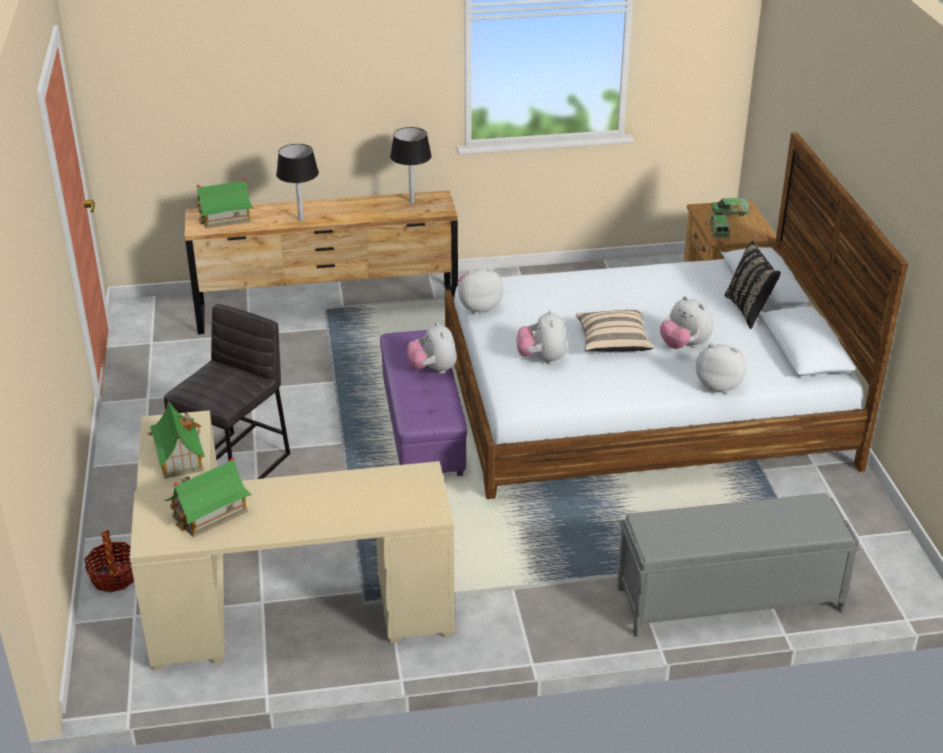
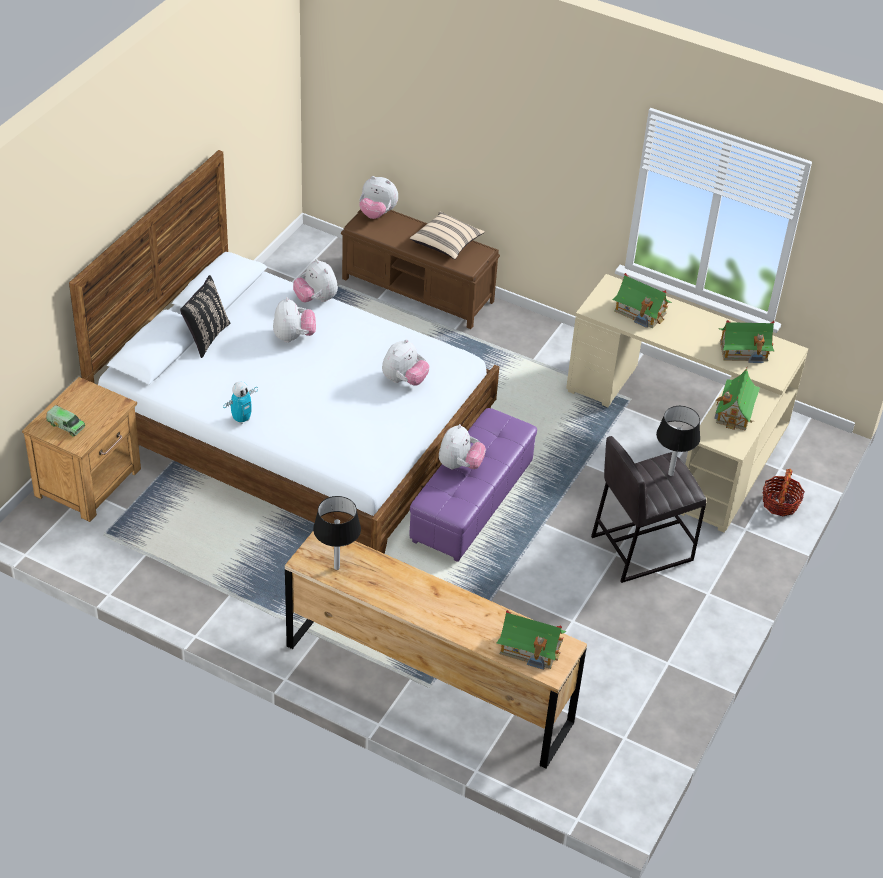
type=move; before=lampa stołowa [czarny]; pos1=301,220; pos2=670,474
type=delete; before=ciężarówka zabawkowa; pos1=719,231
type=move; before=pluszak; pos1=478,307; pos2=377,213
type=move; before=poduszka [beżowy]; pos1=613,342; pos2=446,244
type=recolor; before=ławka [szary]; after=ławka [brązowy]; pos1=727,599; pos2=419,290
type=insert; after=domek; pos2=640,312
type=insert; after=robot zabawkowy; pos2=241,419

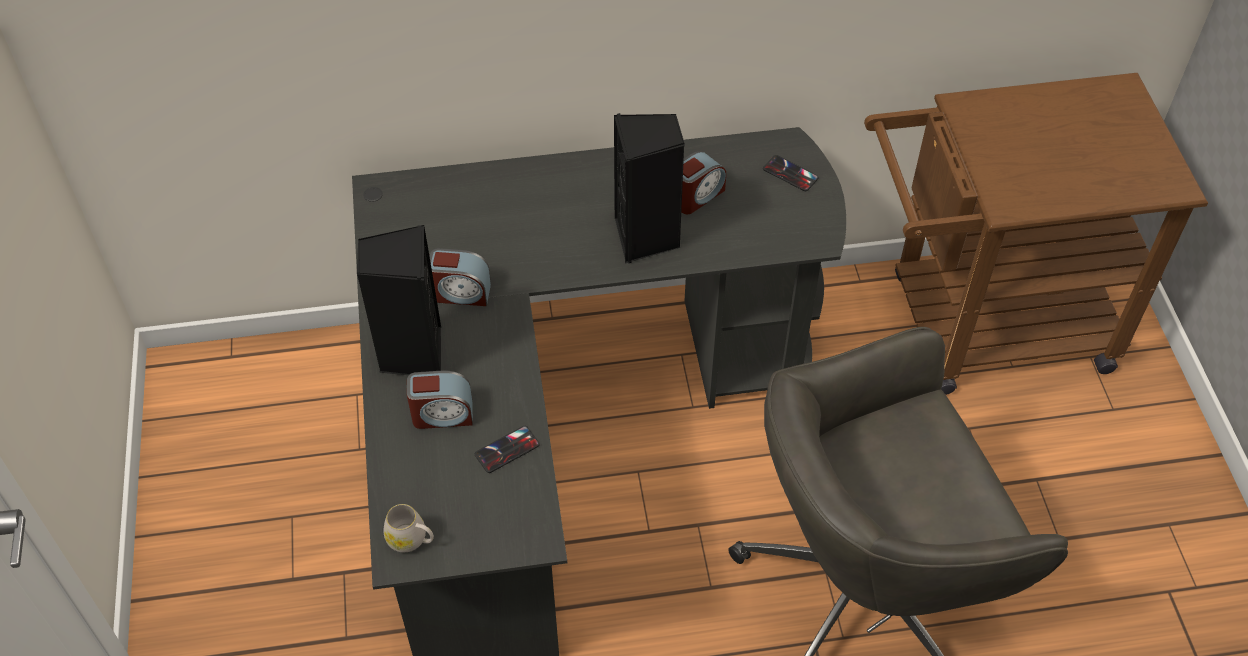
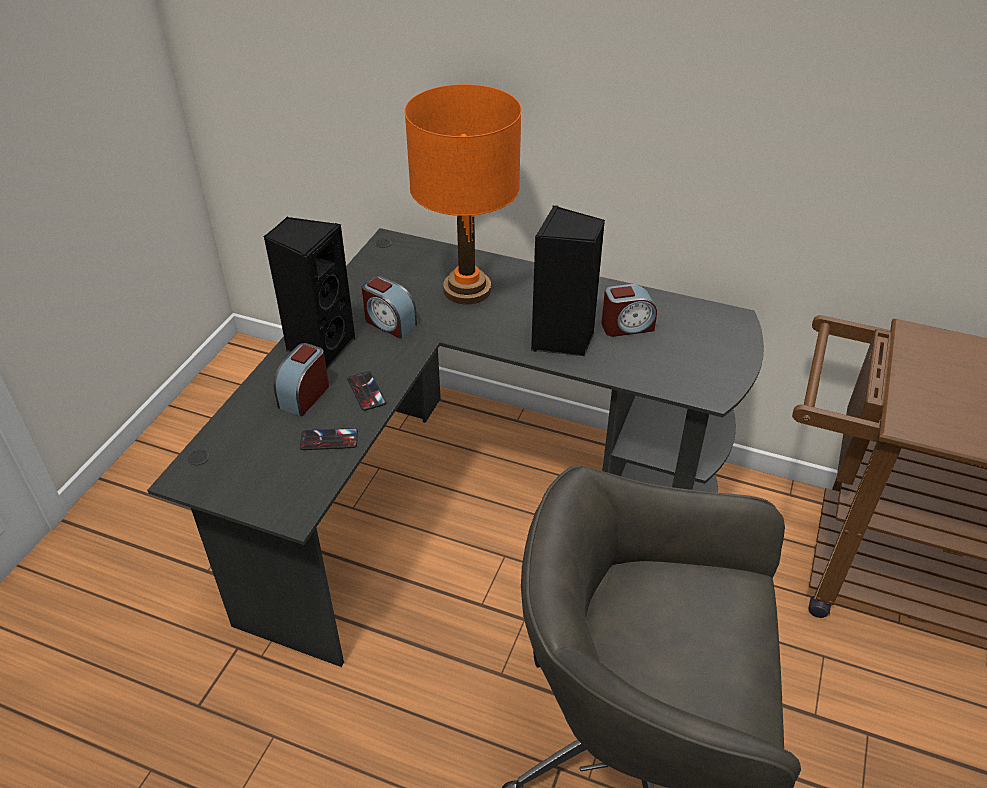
type=move; before=telefon; pos1=790,173; pos2=366,391
type=rotate; before=budzik; pos1=442,414; pos2=304,395; turn=90
type=delete; before=kubek [biały]; pos1=411,540
type=insert; after=lampa stołowa [pomarańczowy]; pos2=466,290

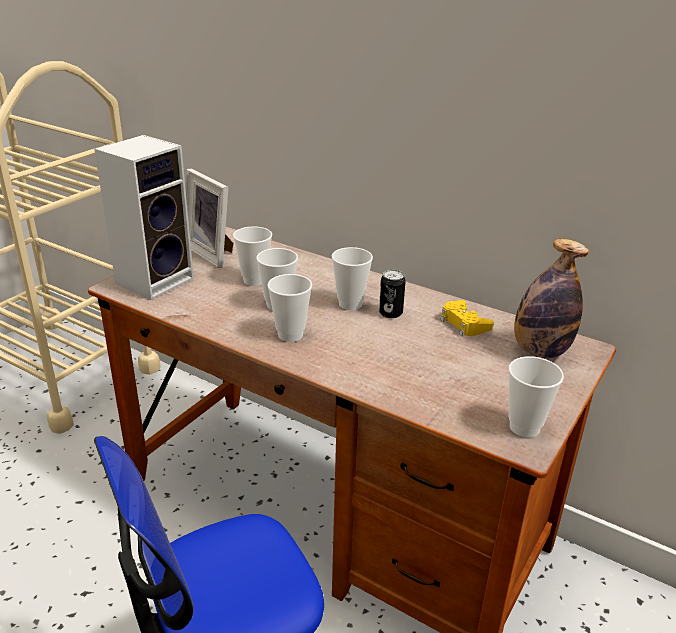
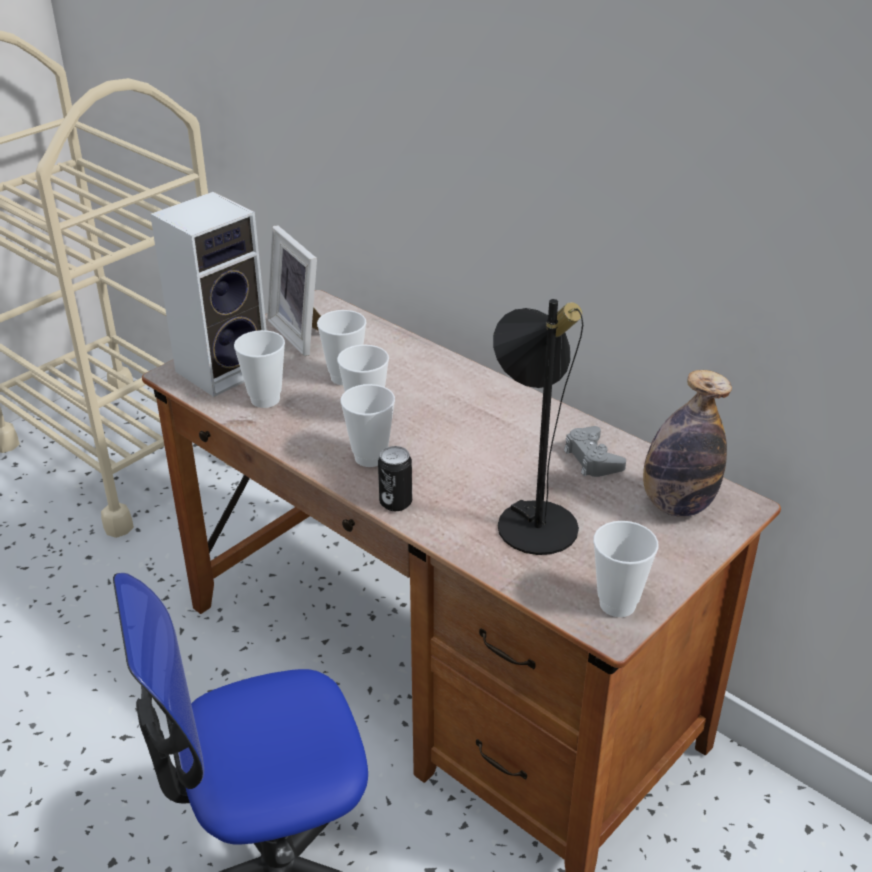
type=move; before=filiżanka; pos1=350,304; pos2=265,399
type=move; before=puszka; pos1=390,313; pos2=395,502
type=recolor; before=pad do gier [żółty]; after=pad do gier [szary]; pos1=464,324; pos2=592,458
type=insert; after=lampa stołowa [czarny]; pos2=533,517

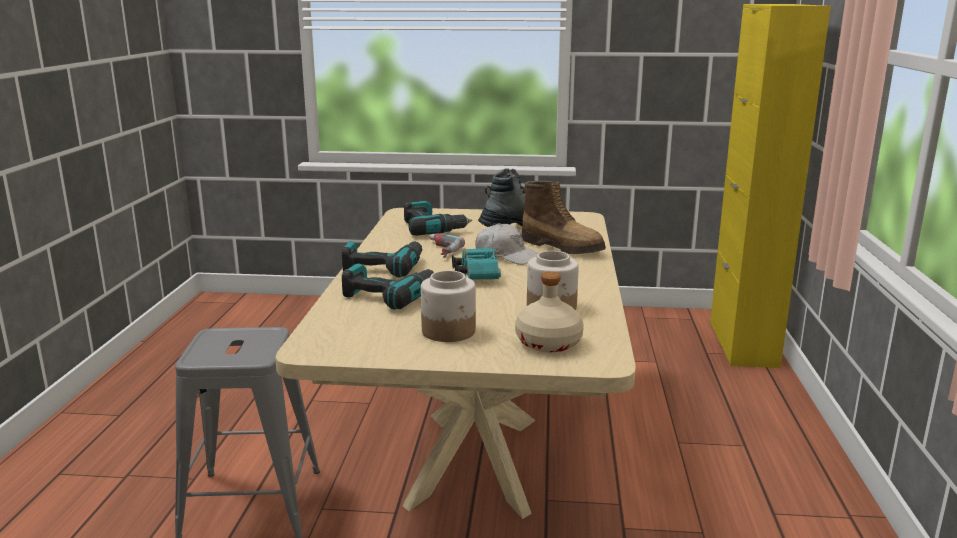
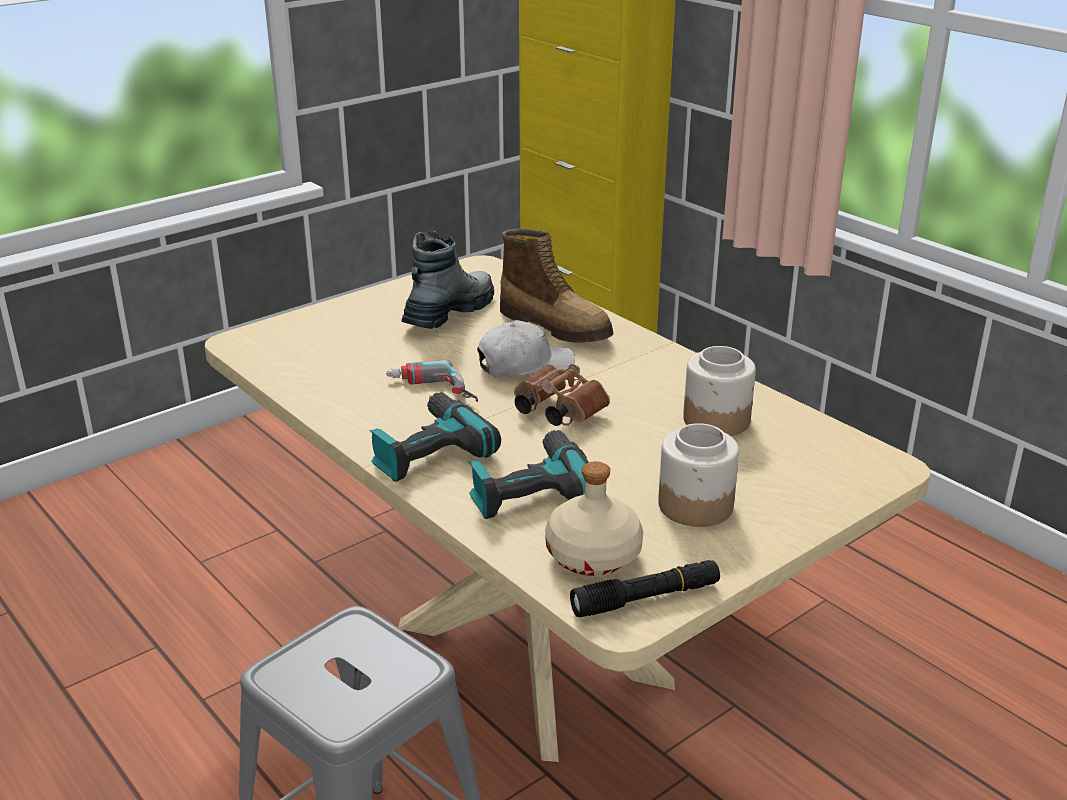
type=rotate; before=but z cholewką; pos1=563,247; pos2=556,326; turn=45
type=delete; before=wiertarka; pos1=432,228
type=recolor; before=lornetka [turkusowy]; after=lornetka [brązowy]; pos1=476,275; pos2=556,411
type=move; before=butelka [beżowy]; pos1=548,343; pos2=593,556
type=insert; after=latarka [czarny]; pos2=646,599

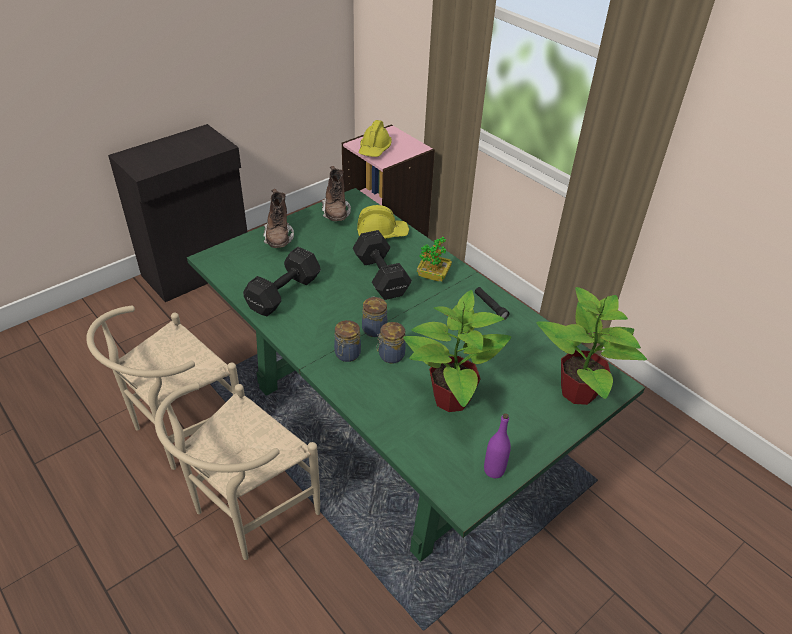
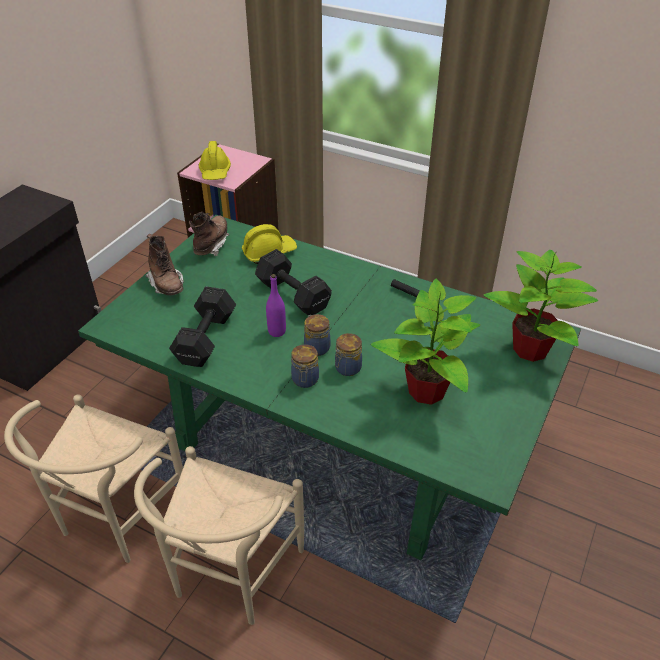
type=rotate; before=but z cholewką [brązowy]; pos1=336,213; pos2=211,244; turn=-135
type=delete; before=roślina doniczkowa; pos1=433,276
type=move; before=butelka [fioletowy]; pos1=494,470; pos2=277,331

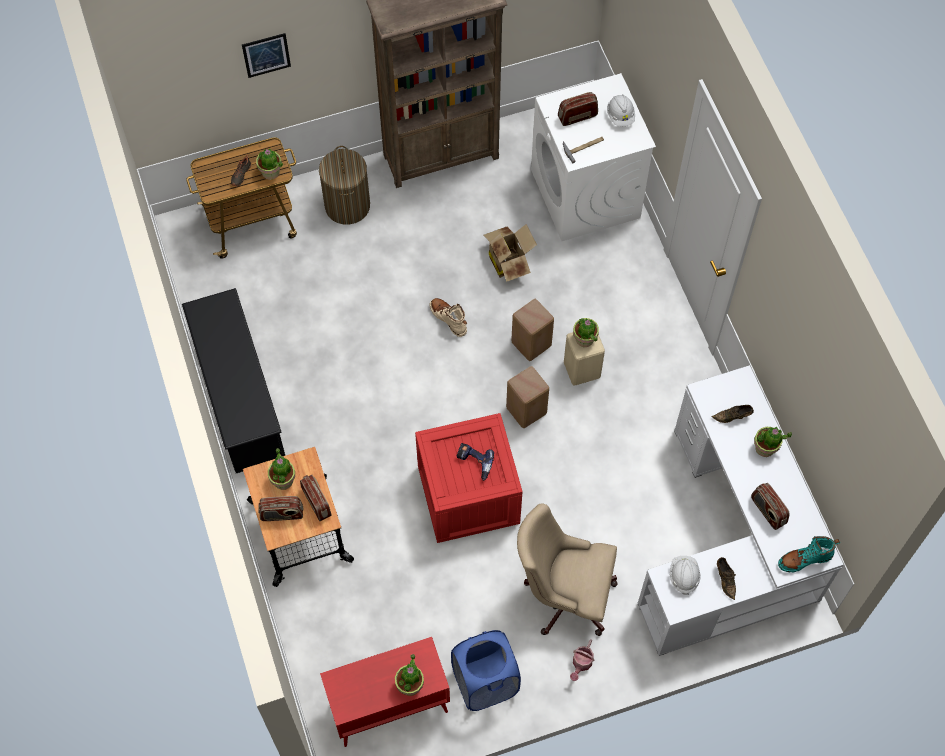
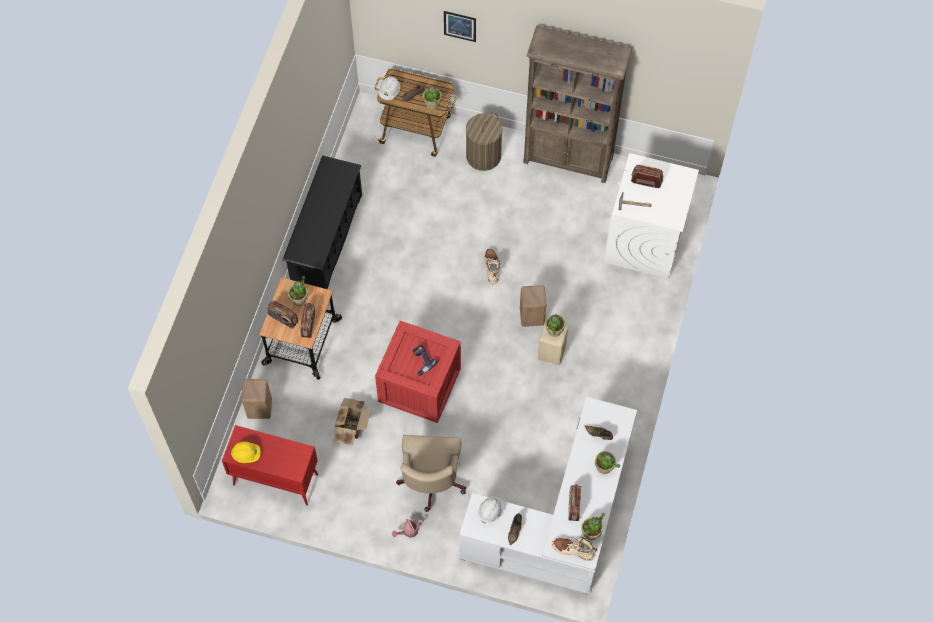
type=move; before=kask [biały]; pos1=620,116; pos2=389,92
type=move; before=karton; pos1=508,261; pos2=352,427
type=move; before=stołek [beżowy]; pos1=526,409; pos2=260,407
type=rotate; before=krzesło biurowe [beżowy]; pos1=564,594; pos2=431,483; turn=-135
type=recolor; before=but z cholewką [turkusowy]; after=but z cholewką [beżowy]; pos1=805,559; pos2=573,550
type=delete; before=kosz na pranie [niebieski]; pos1=485,683
type=move; before=roślina doniczkowa; pos1=410,685; pos2=591,532
type=insert; after=kask [żółty]; pos2=246,454

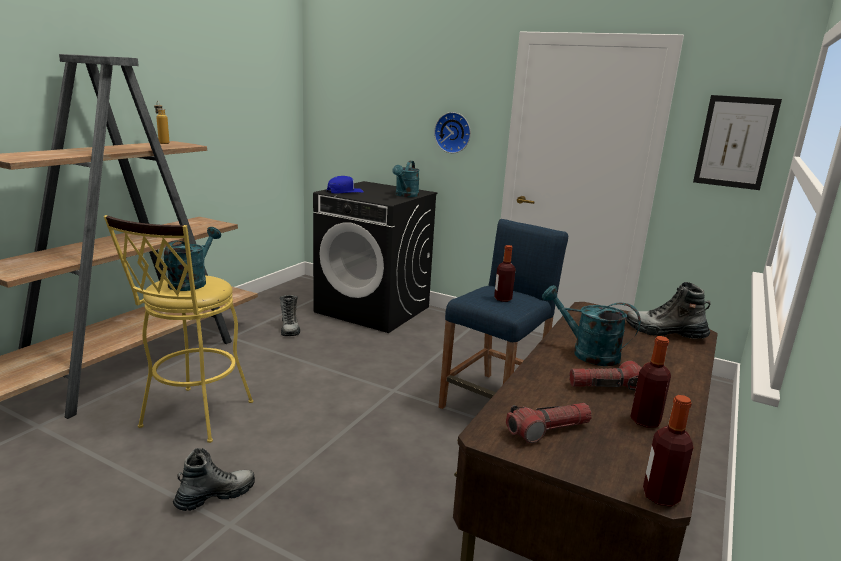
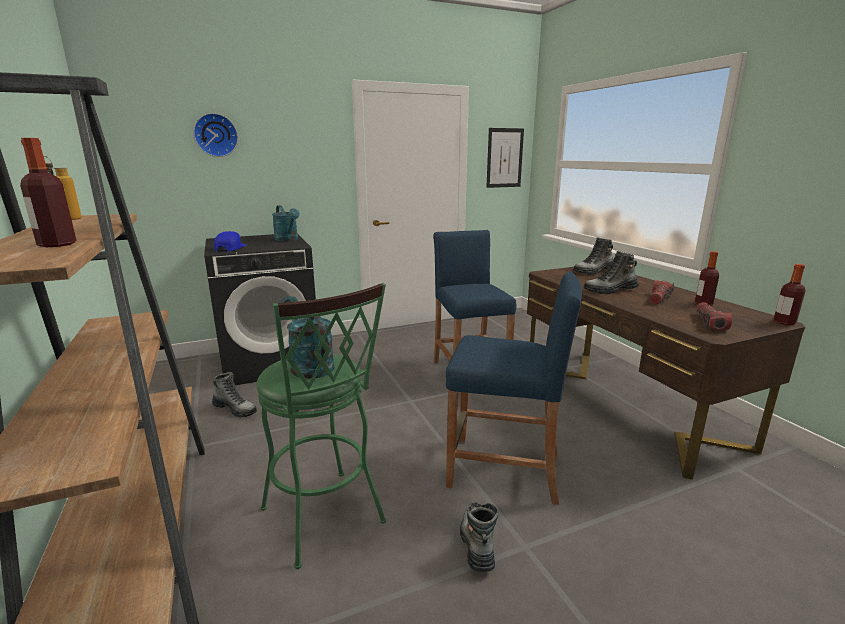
type=move; before=zegar ścienny; pos1=453,132; pos2=216,135
type=recolor; before=stołek [żółty]; after=stołek [zielony]; pos1=192,418; pos2=326,521
type=move; before=butelka; pos1=502,299; pos2=57,244
type=replace; before=konewka [turkusowy]; after=but z cholewką; pos1=587,353; pos2=610,290
type=insert; after=stołek [niebieski]; pos2=504,469

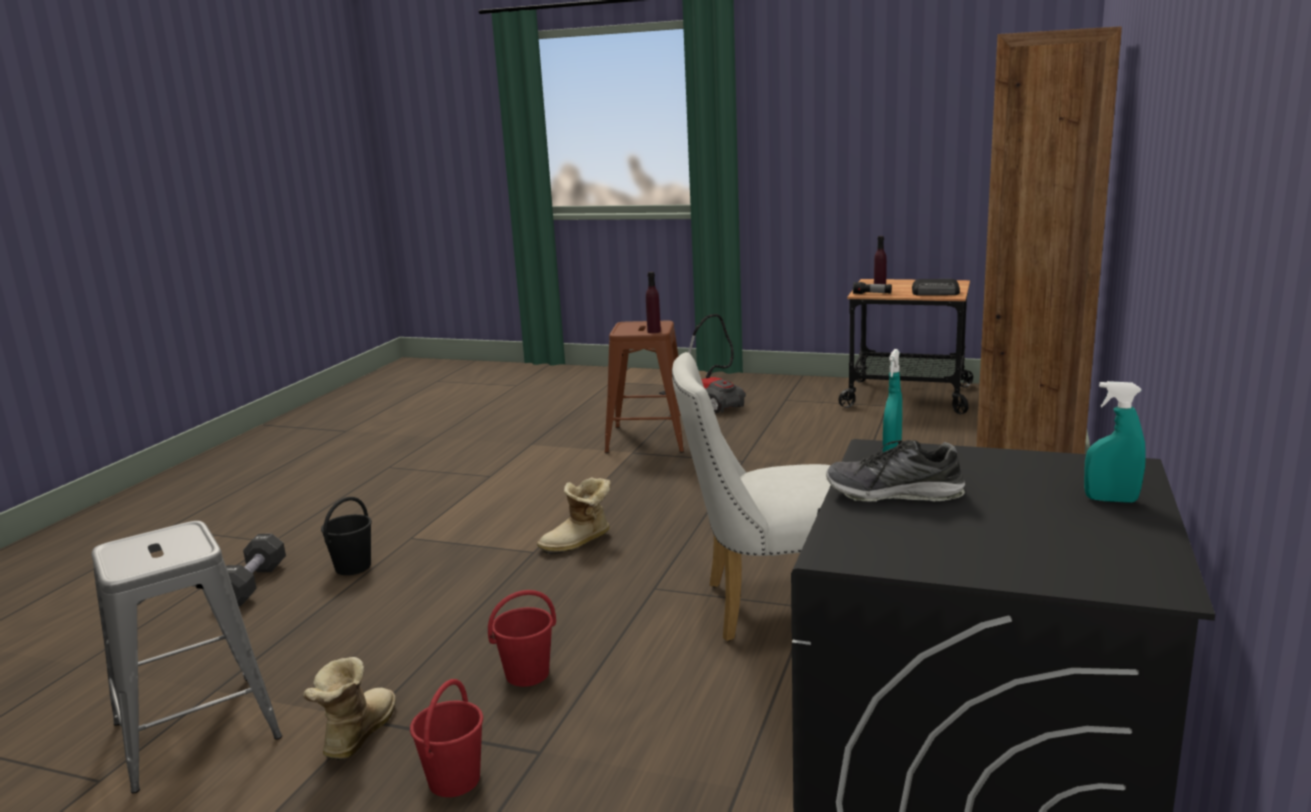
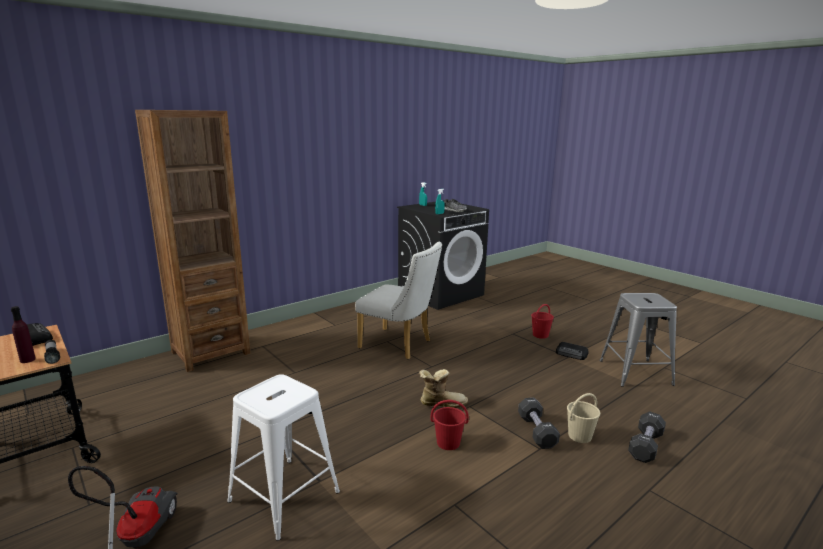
type=delete; before=butelka [fioletowy]; pos1=654,331
type=recolor; before=stołek [brązowy]; after=stołek [biały]; pos1=648,439; pos2=284,496
type=recolor; before=wiadro [czarny]; after=wiadro [beżowy]; pos1=353,567; pos2=579,436
type=move; before=wiadro [czerwony]; pos1=526,674; pos2=448,443
type=replace; before=but z cholewką; after=radio; pos1=355,734; pos2=572,354
type=insert; after=hantel [czarny]; pos2=536,431

